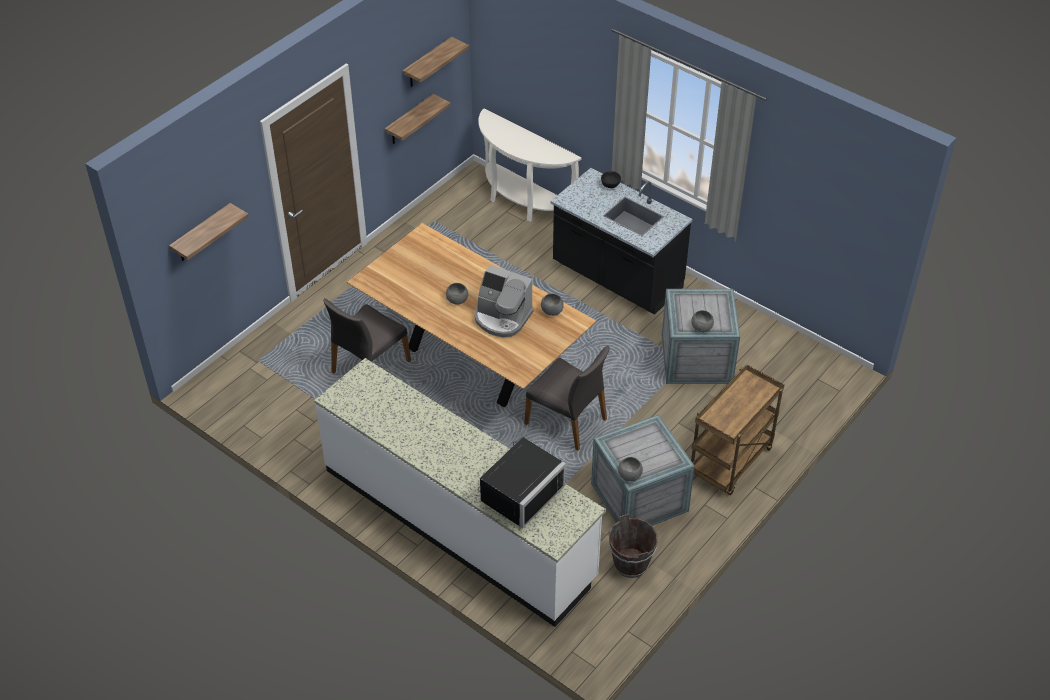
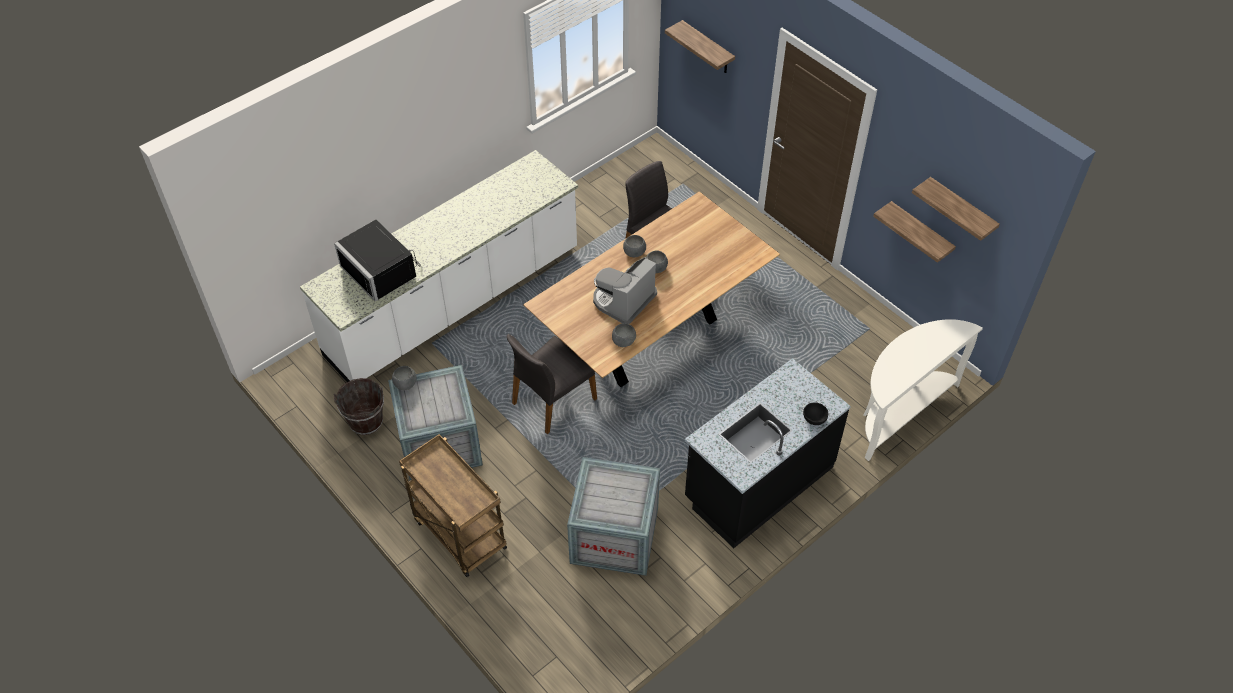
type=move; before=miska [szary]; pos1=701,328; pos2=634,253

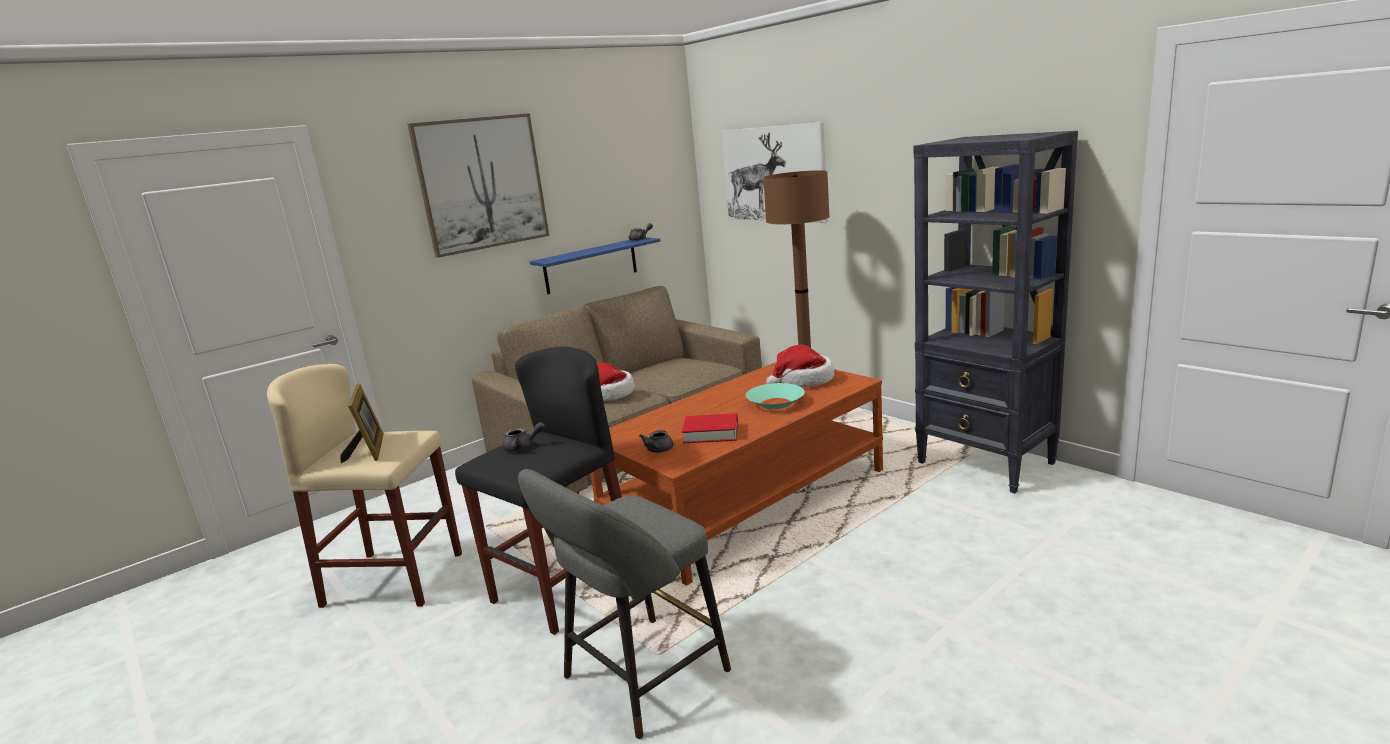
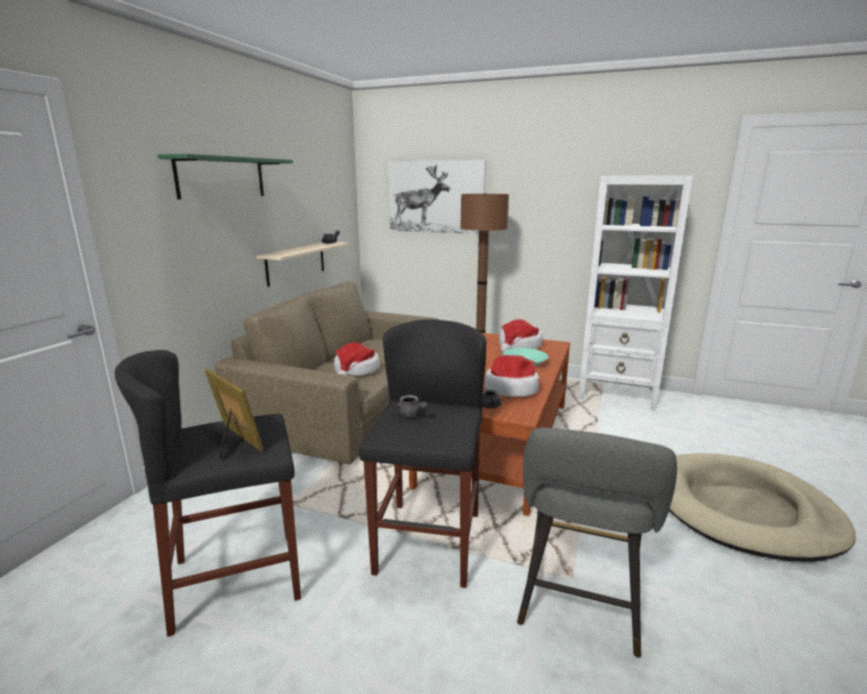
type=replace; before=obraz; after=półka [zielony]; pos1=482,183; pos2=222,177
type=recolor; before=regał [czarny]; after=regał [biały]; pos1=986,464; pos2=617,395
type=recolor; before=półka [niebieski]; after=półka [beżowy]; pos1=591,265; pos2=296,263
type=recolor; before=stołek [beżowy]; after=stołek [czarny]; pos1=394,579; pos2=237,579
type=replace; before=książka [czerwony]; after=kapelusz; pos1=711,433; pos2=511,389
type=rotate; before=imbryk [szary]; pos1=523,447; pos2=411,416; turn=90
type=insert; after=legowisko [beżowy]; pos2=743,510

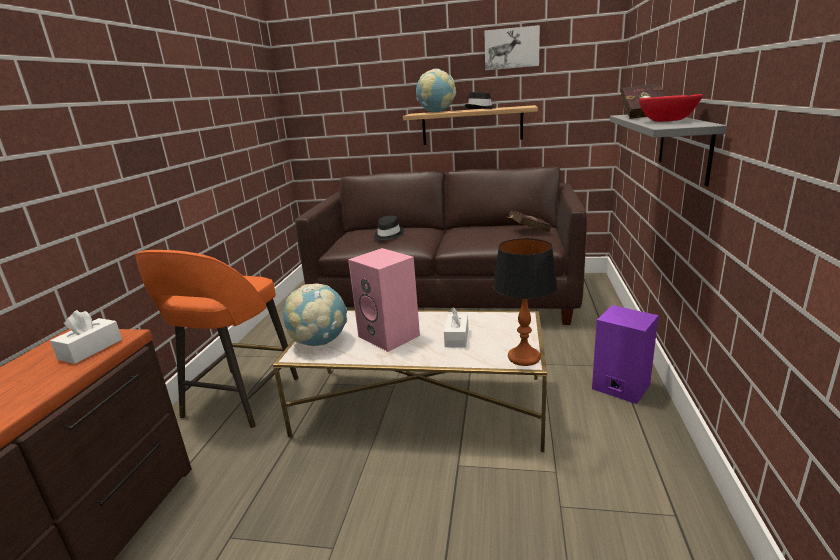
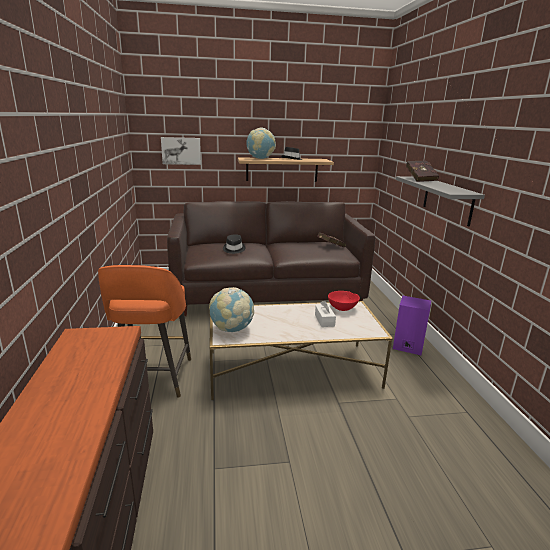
type=move; before=obraz; pos1=511,48; pos2=181,151
type=move; before=miska [czerwony]; pos1=667,121; pos2=342,308
type=delete; before=lampa stołowa; pos1=524,357
type=delete; before=głośnik [różowy]; pos1=390,336
type=delete; before=pudełko chusteczek [biały]; pos1=91,349

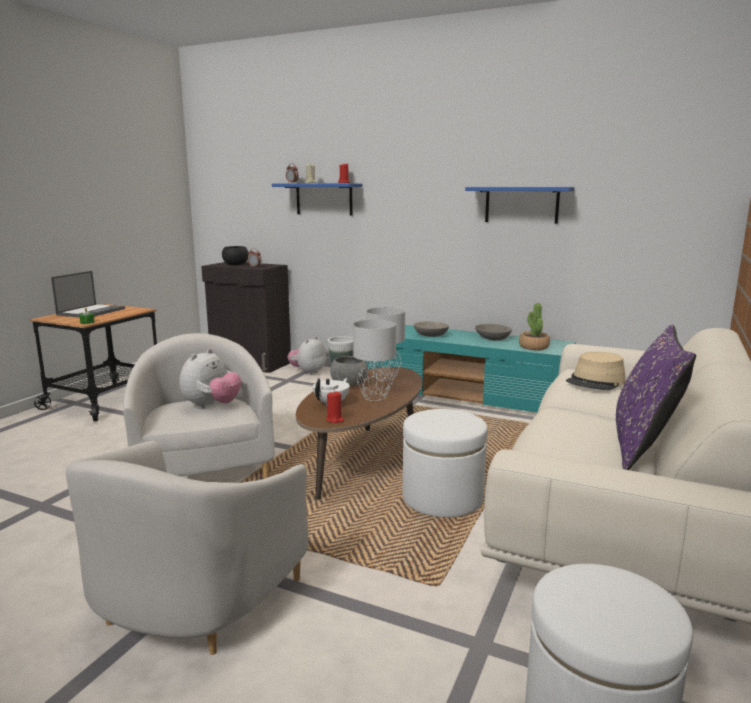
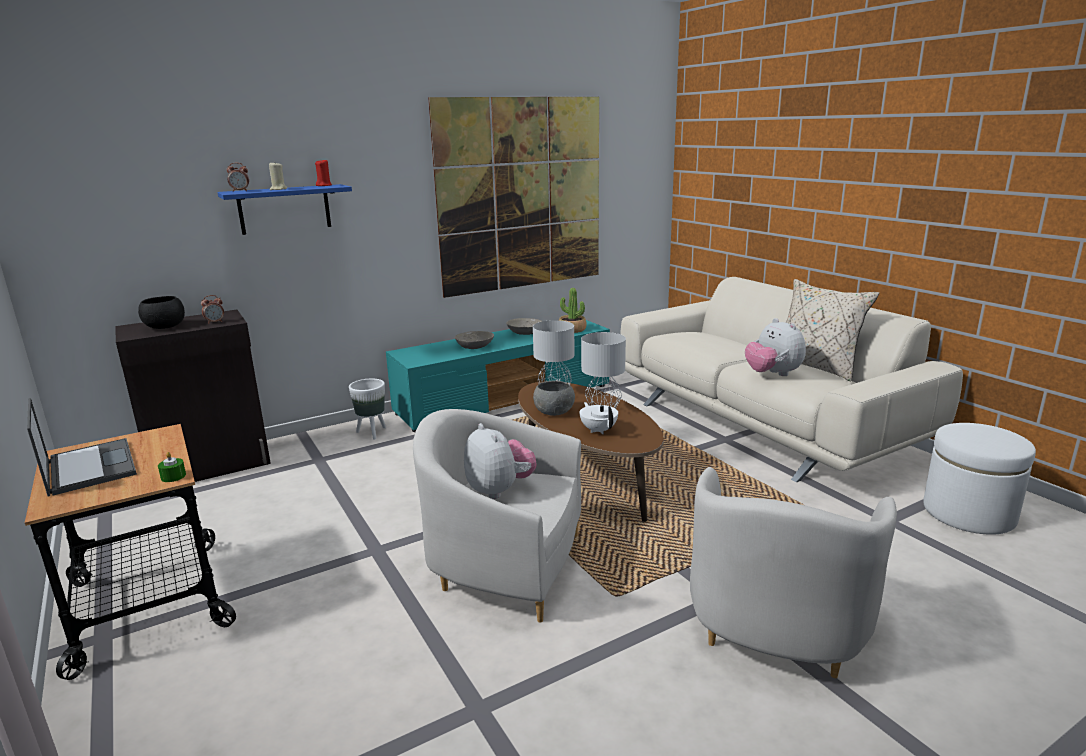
type=replace; before=półka [niebieski]; after=obraz; pos1=521,205; pos2=521,195
type=recolor; before=poduszka [fioletowy]; after=poduszka [beżowy]; pos1=643,447; pos2=816,366
type=move; before=pluszak; pos1=308,372; pos2=772,374
type=delete; before=kapelusz [beżowy]; pos1=596,381
type=delete; before=świeca [czerwony]; pos1=335,420
type=delete; before=pufa [biały]; pos1=442,497
type=rotate; before=fotel [biały]; pos1=193,602; pos2=776,625; turn=60

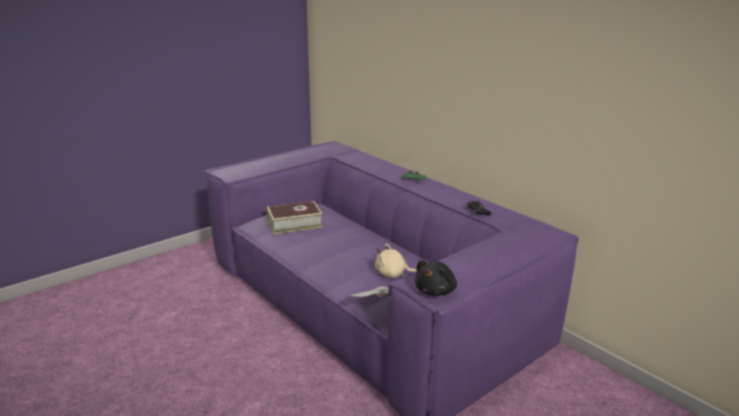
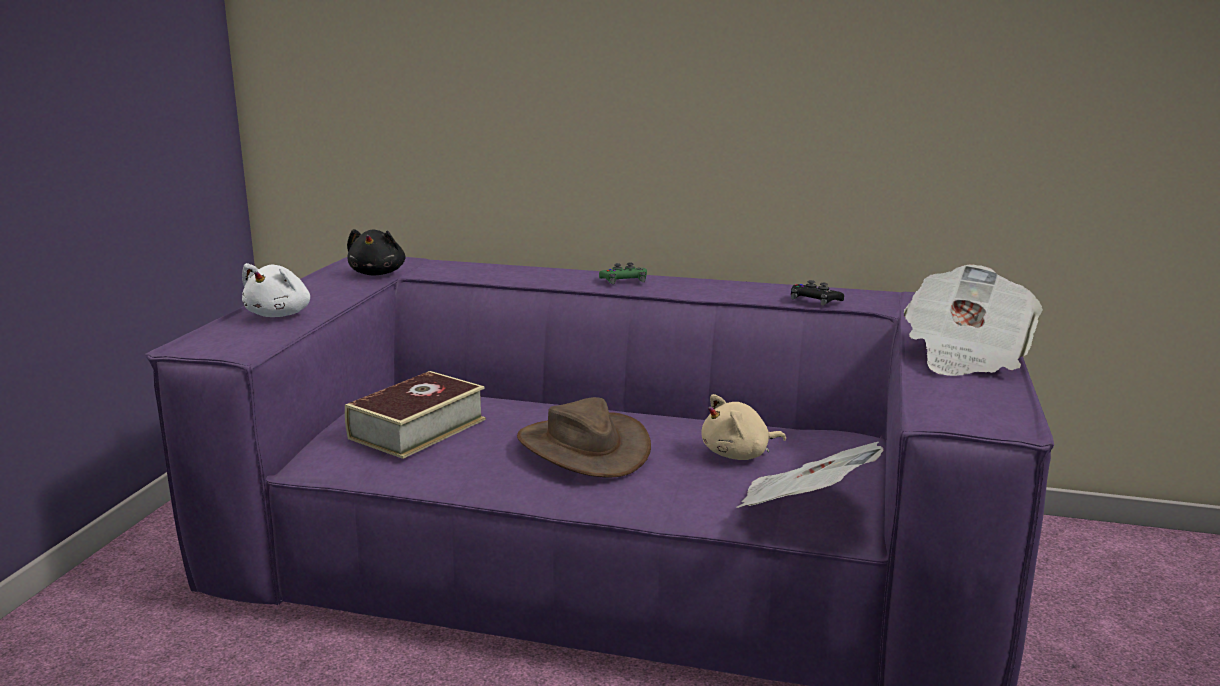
type=move; before=pluszak [czarny]; pos1=436,290; pos2=378,273
type=insert; after=pluszak [biały]; pos2=280,314
type=insert; after=gazeta; pos2=965,356
type=insert; after=kapelusz [brązowy]; pos2=583,448

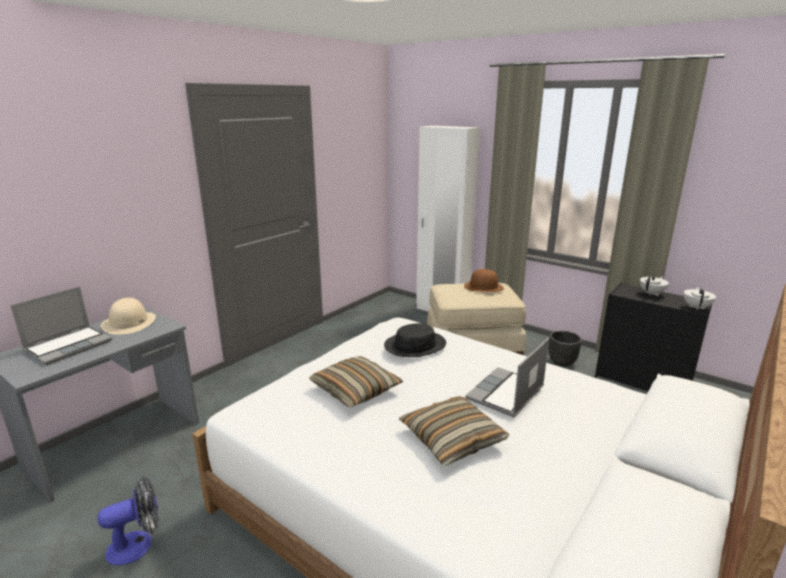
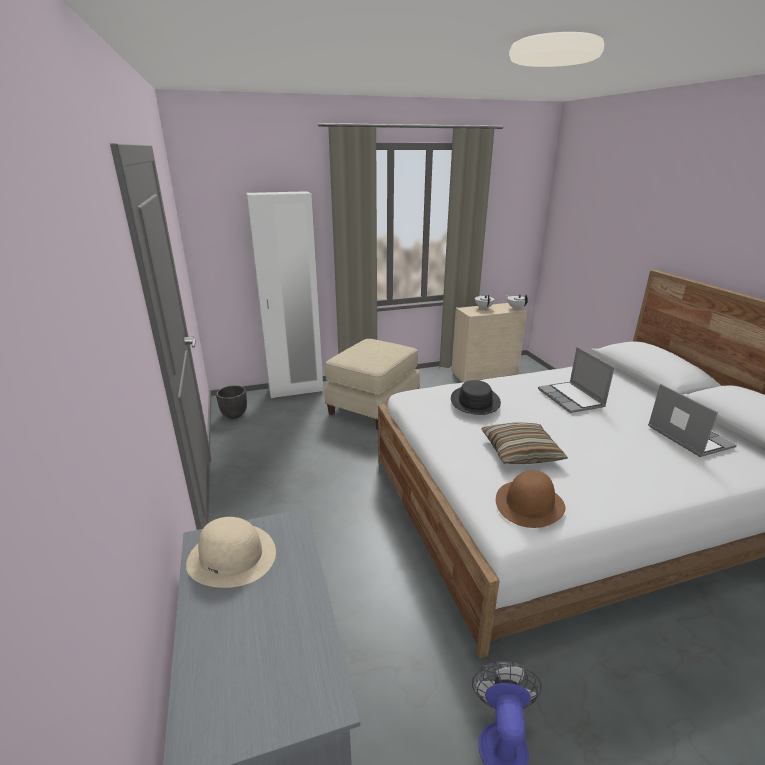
type=move; before=kapelusz [brązowy]; pos1=484,287; pos2=529,503
type=recolor; before=komoda [czarny]; after=komoda [beżowy]; pos1=643,382; pos2=485,373
type=move; before=laptop; pos1=69,346; pos2=687,437
type=move; before=donica [czarny]; pos1=562,362; pos2=234,415
type=delete; before=poduszka; pos1=452,439

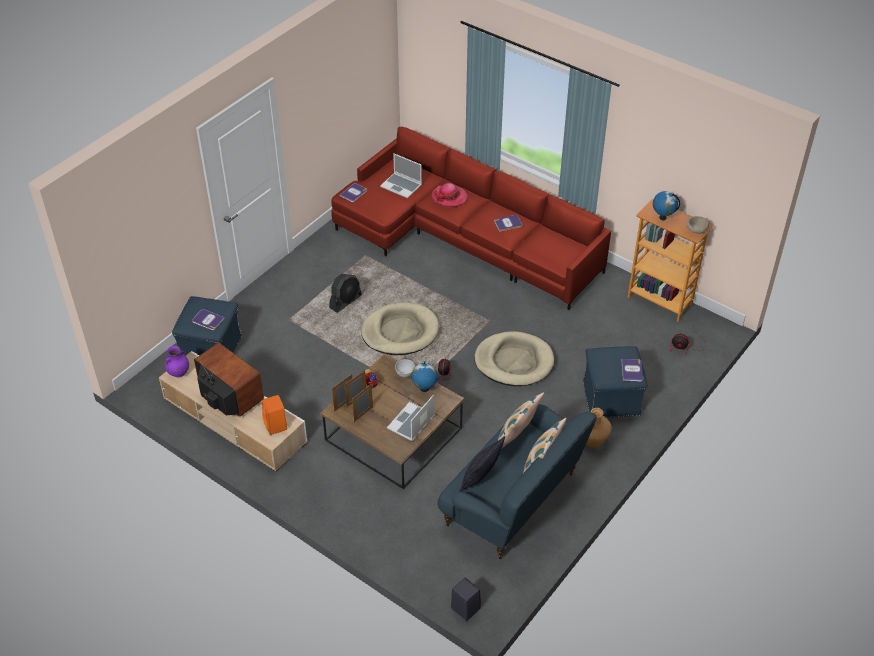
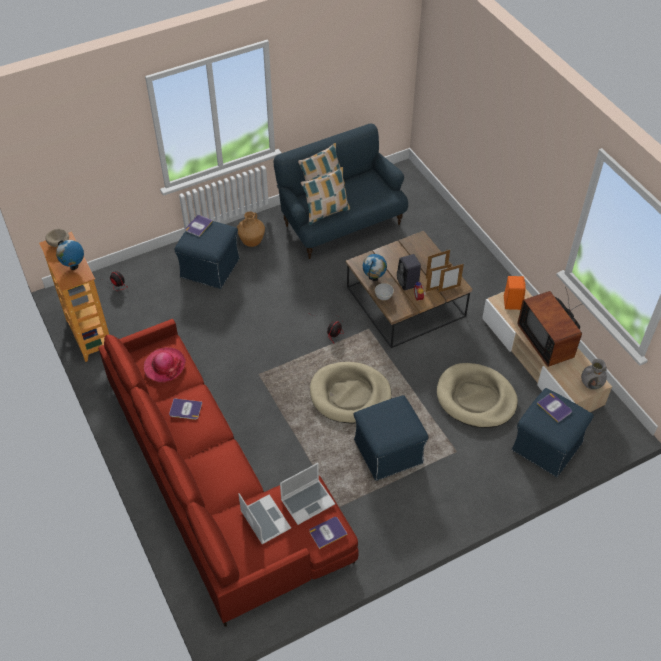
type=move; before=kapelusz; pos1=449,197; pos2=164,366
type=replace; before=wentylator [czarny]; after=pufa [niebieski]; pos1=345,301; pos2=387,452
type=move; before=legowisko [beżowy]; pos1=514,361; pos2=476,398
type=recolor; before=wazon [fioletowy]; after=wazon [szary]; pos1=178,373; pos2=591,384
type=move; before=laptop; pos1=411,423; pos2=308,501
type=delete; before=poduszka; pos1=480,479
type=move; before=głośnik [czarny]; pos1=464,608; pos2=408,283

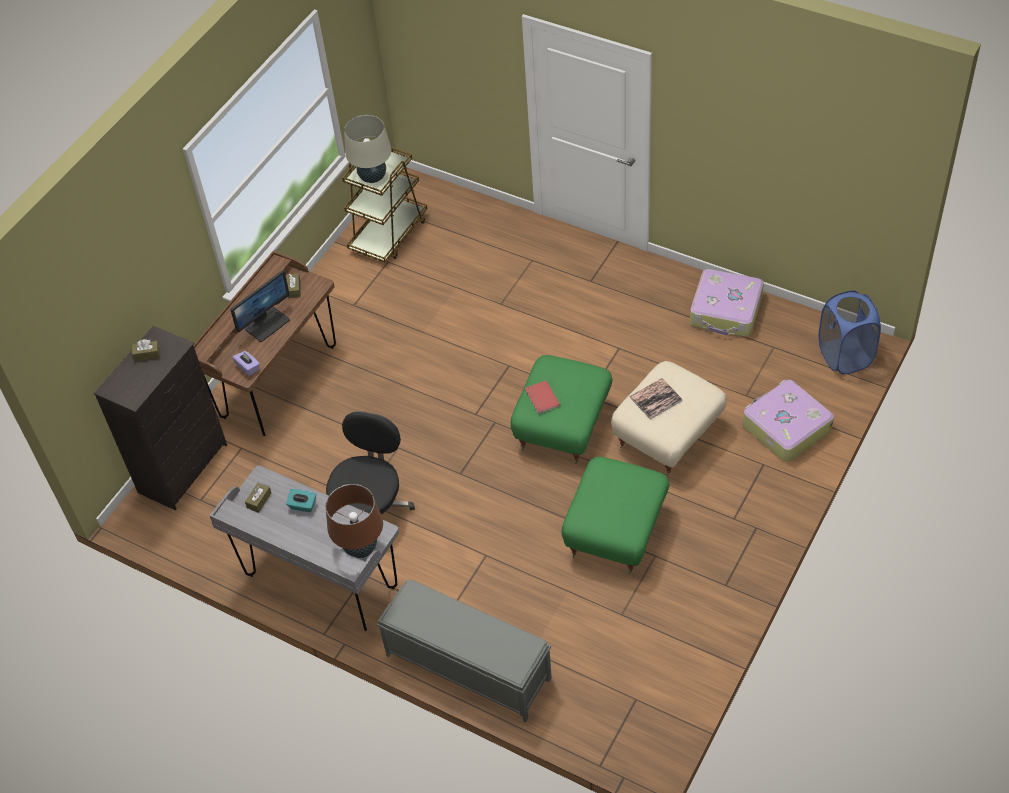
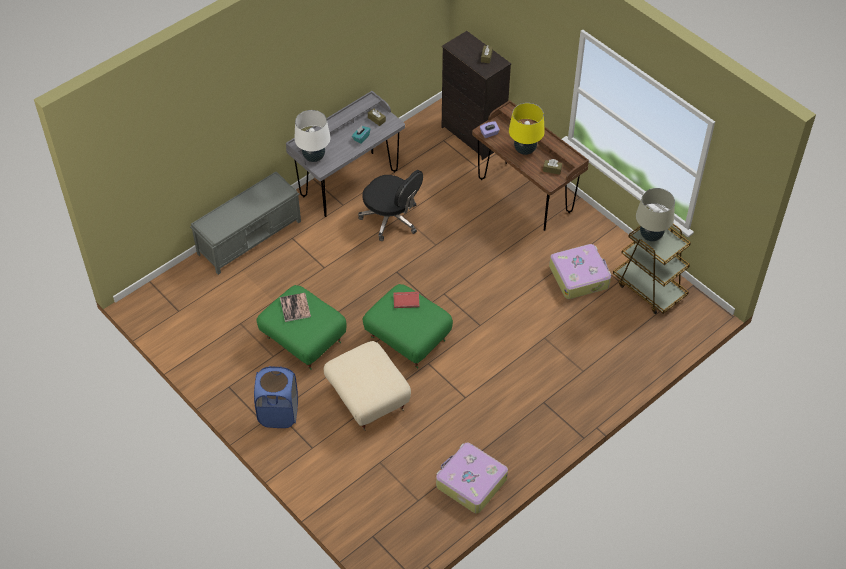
type=replace; before=monitor; after=lampa stołowa [żółty]; pos1=267,324; pos2=525,150
type=move; before=kosz na pranie [niebieski]; pos1=844,356; pos2=278,413
type=move; before=książka; pos1=655,399; pos2=295,307
type=move; before=walizka; pos1=785,427; pos2=579,276
type=recolor; before=lampa stołowa [brązowy]; after=lampa stołowa [biały]; pos1=361,548; pos2=314,157

